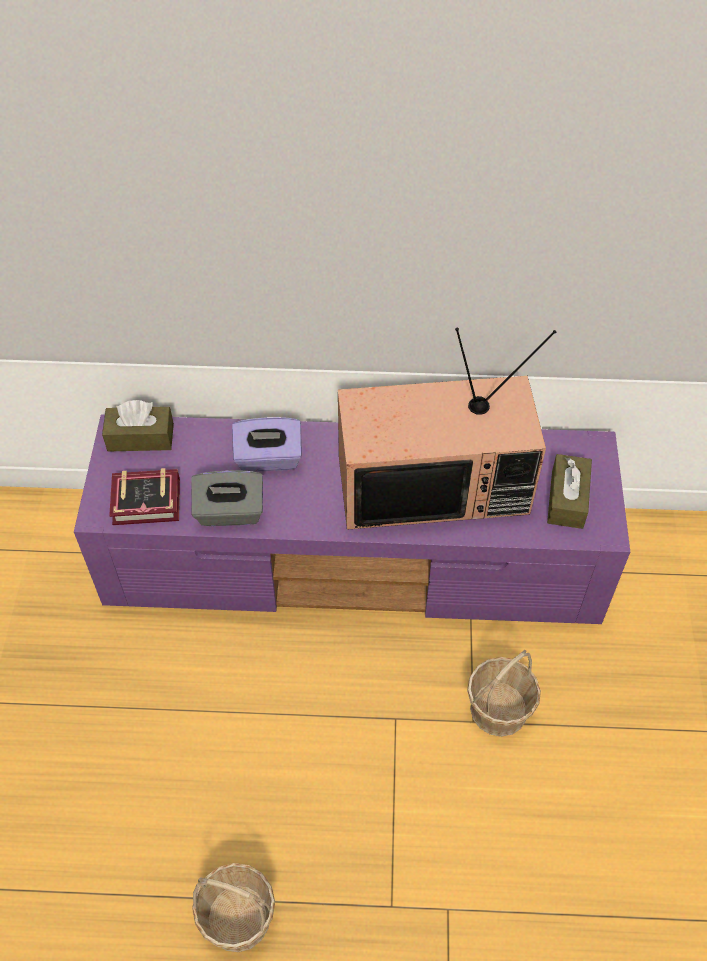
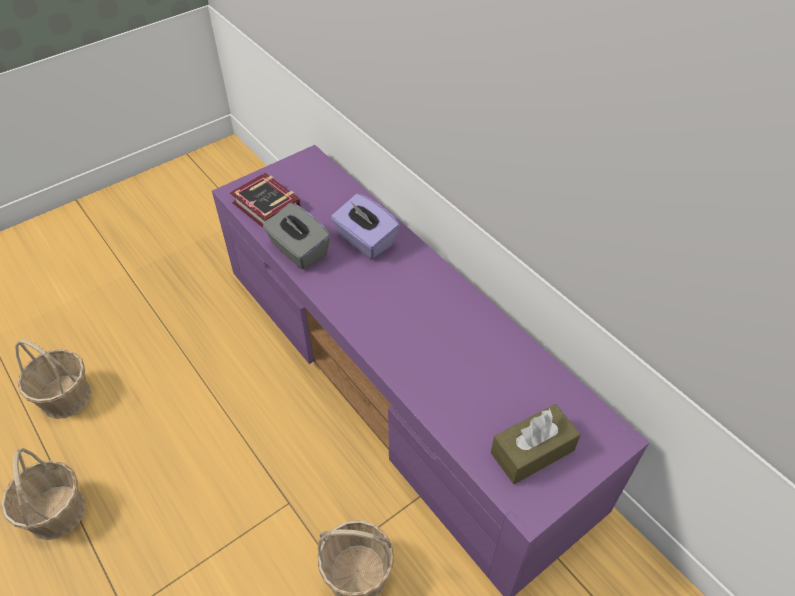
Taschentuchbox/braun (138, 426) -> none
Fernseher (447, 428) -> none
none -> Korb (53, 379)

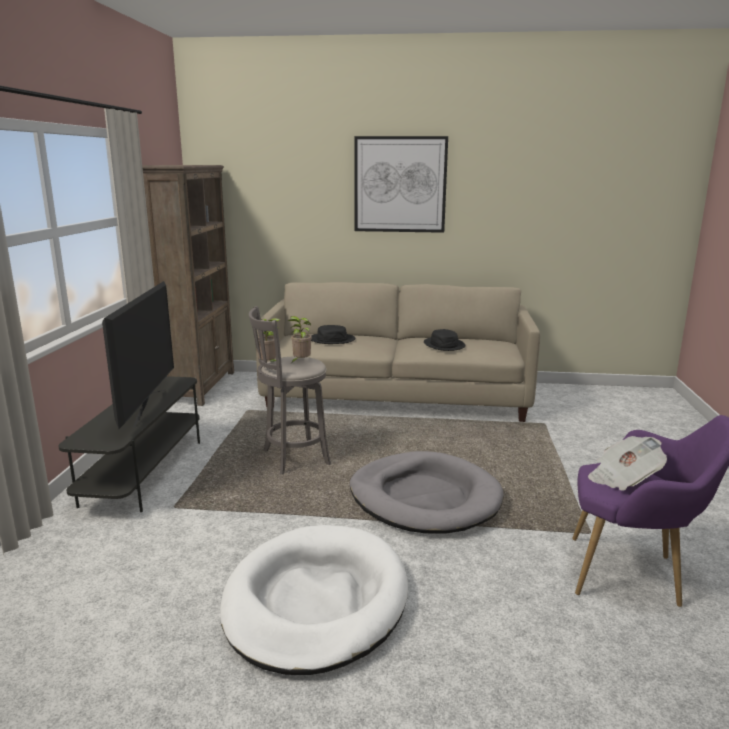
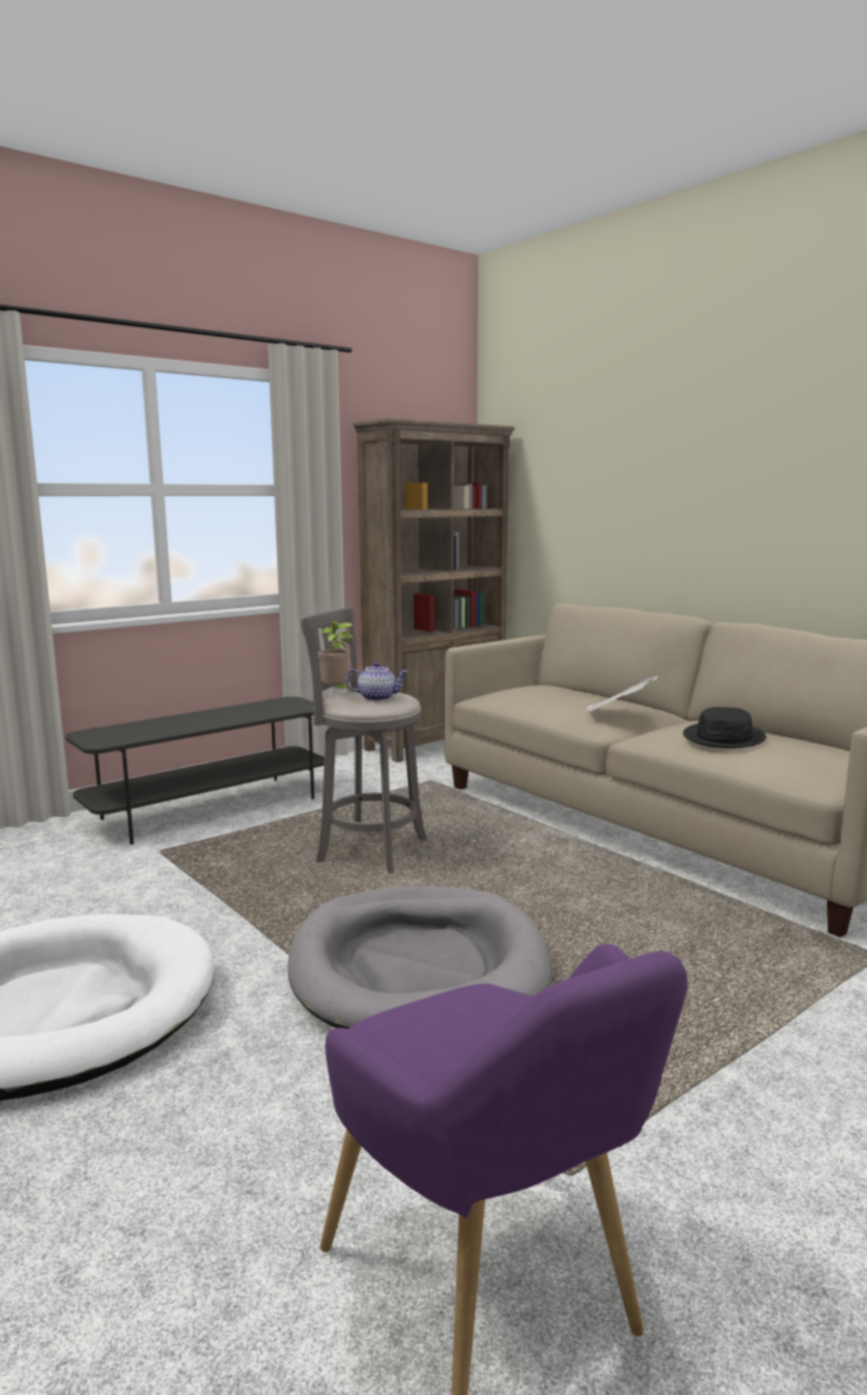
Fernseher (138, 355) -> none
Hut/schwarz (333, 334) -> none
Bild (401, 184) -> none
Zeitung (627, 463) -> Zeitung (622, 694), relocated
Topfpflanze (299, 339) -> Teekanne (376, 681)

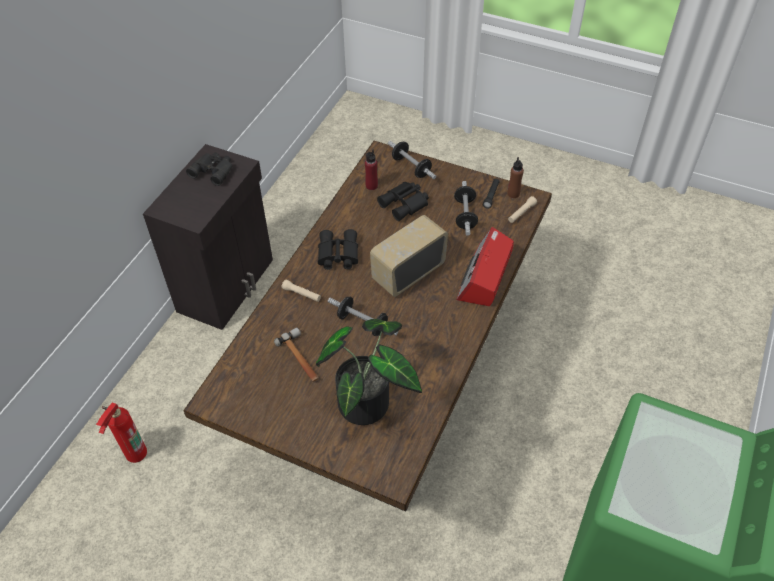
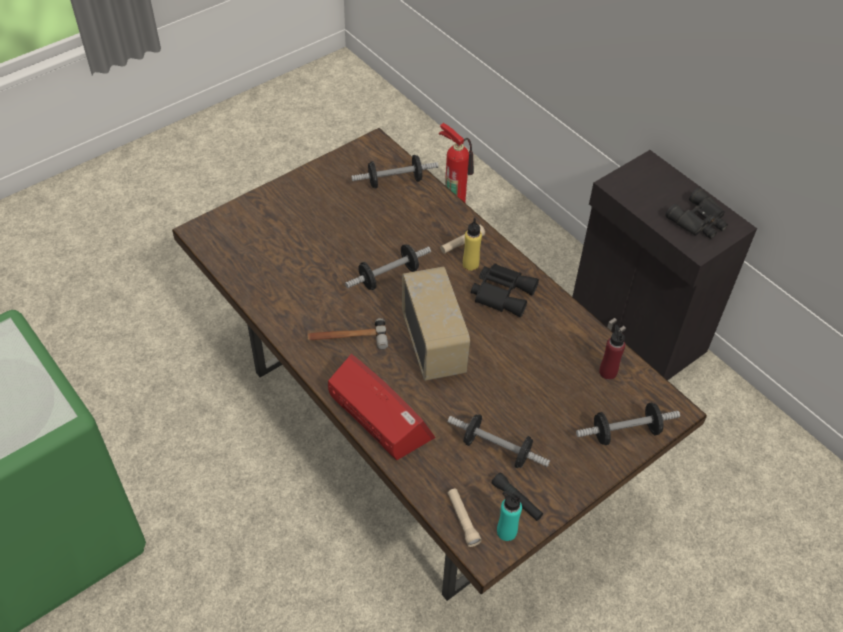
Topfpflanze (369, 372) -> none
Fernglas/schwarz (403, 201) -> none
none -> Hantel (394, 171)
none -> Flasche/gelb (472, 244)
Hammer (296, 355) -> Hammer (347, 333), relocated
Flasche/braun (516, 177) -> Flasche/türkis (509, 516)

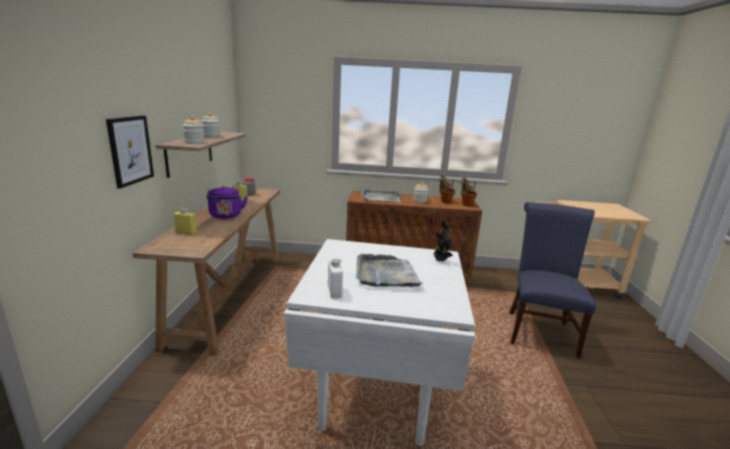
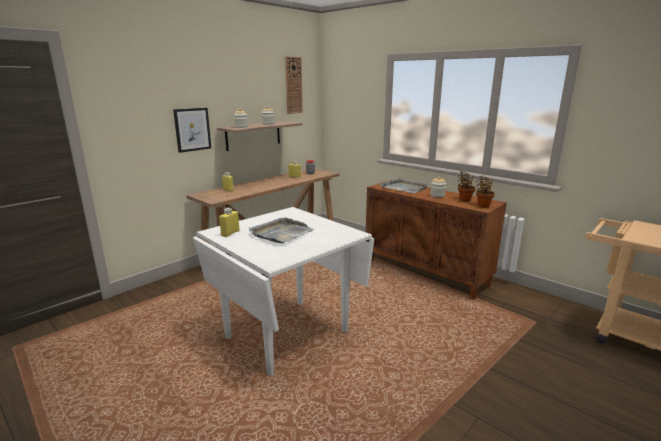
Wasserkessel/lila (227, 202) -> none
Topfpflanze (443, 238) -> none
Stuhl/blau (552, 280) -> none
none -> Wanduhr (294, 85)
Flasche/weiß (335, 278) -> Flasche/gelb (229, 222)

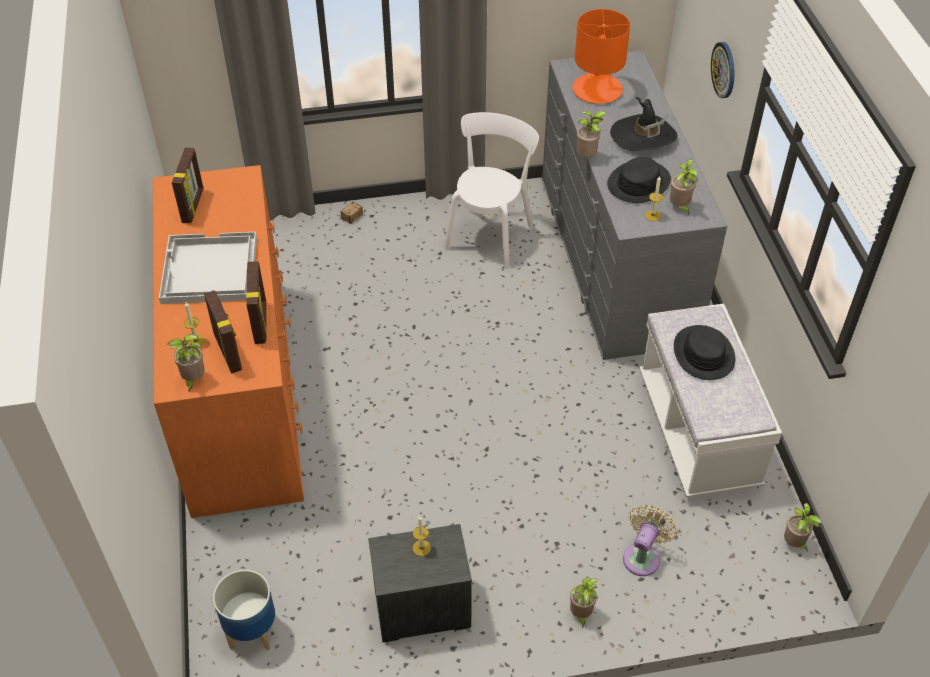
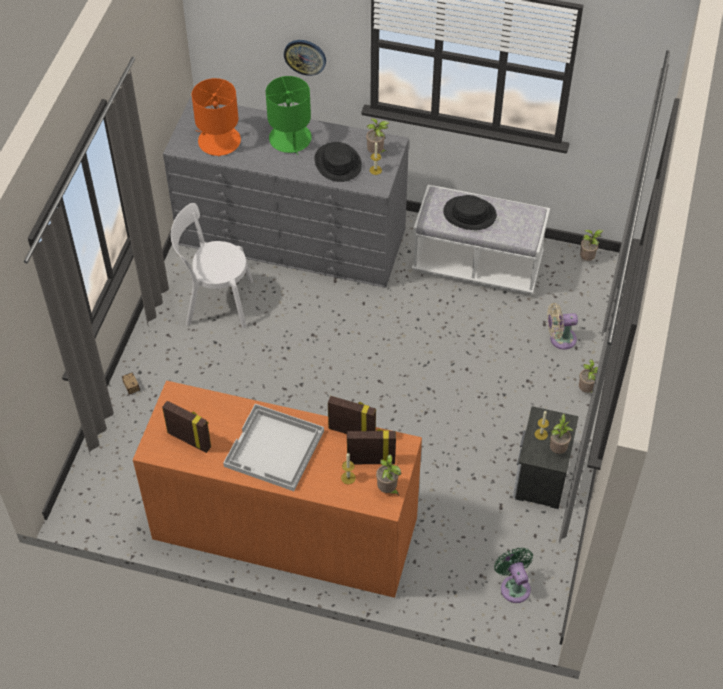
Topfpflanze (591, 134) -> Topfpflanze (561, 433), relocated
Pflanzkübel (244, 610) -> Ventilator/grün (513, 575)
Hut/schwarz (643, 124) -> Tischlampe/grün (289, 115)
Stuhl/weiß (491, 190) -> Stuhl/weiß (212, 265), 45 degrees counterclockwise
Ventilator/beige (650, 540) -> Ventilator/beige (562, 326), 60 degrees counterclockwise

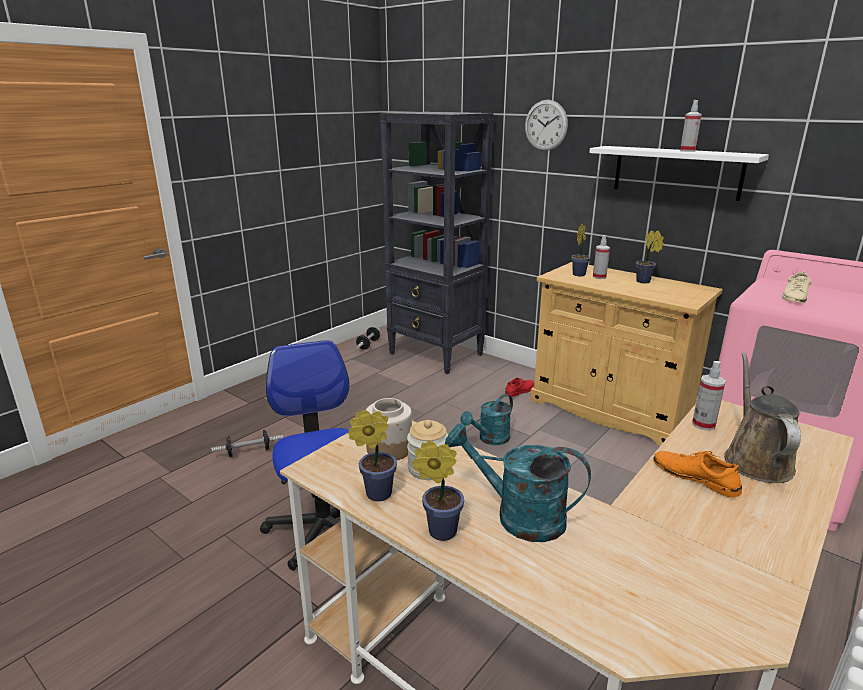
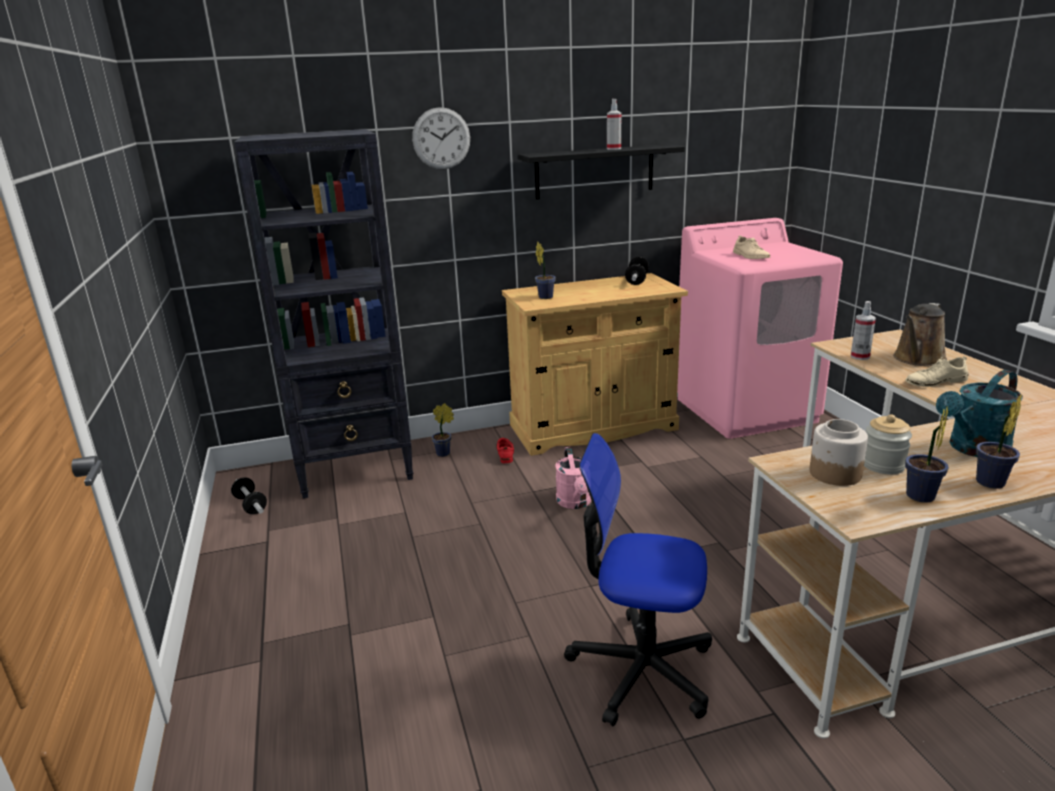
Sprühflasche (601, 257) -> none
Hantel (247, 443) -> Hantel (637, 271), relocated
Topfpflanze (650, 256) -> Topfpflanze (443, 430), relocated
Gießkanne/türkis (487, 419) -> Gießkanne/rosa (573, 478)
Wandregal/weiß (679, 173) -> Wandregal/schwarz (601, 171)
Schuh/orange (697, 474) -> Schuh/beige (936, 371)
Gießkanne/braun (762, 417) -> Gießkanne/braun (920, 334), 90 degrees counterclockwise

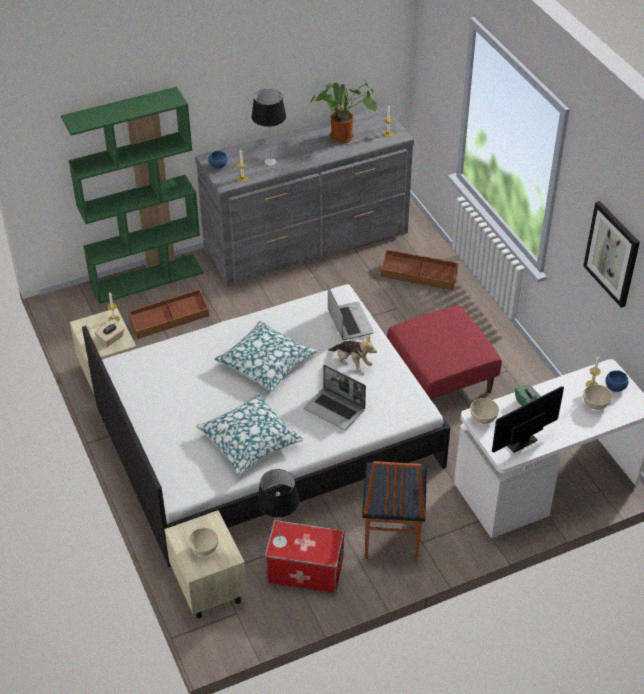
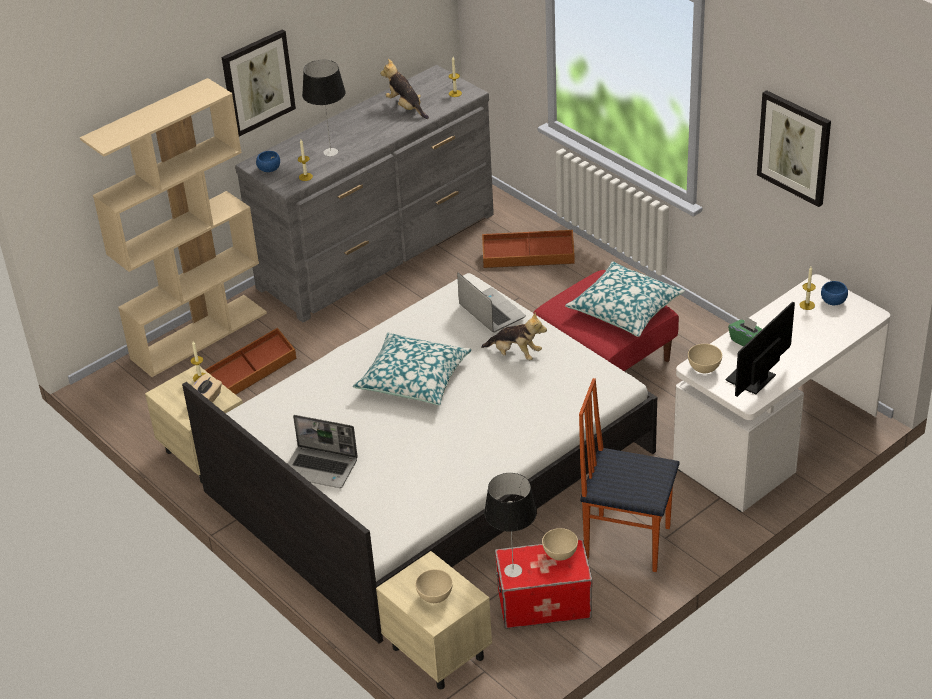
none -> Bild (259, 82)
Kissen (249, 434) -> Kissen (625, 299), relocated
Laptop (335, 397) -> Laptop (323, 451), relocated
Schüssel/beige (597, 397) -> Schüssel/beige (560, 544), relocated
Topfpflanze (344, 112) -> Plüschtier (404, 89)
Bücherregal/grün (132, 195) -> Bücherregal/beige (173, 227)
Stuhl (394, 511) -> Stuhl (629, 475), 120 degrees clockwise

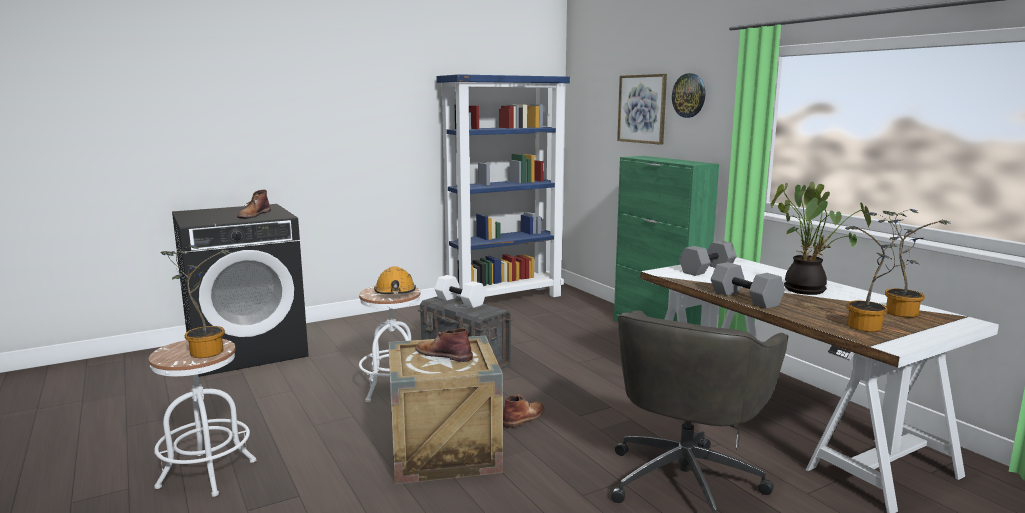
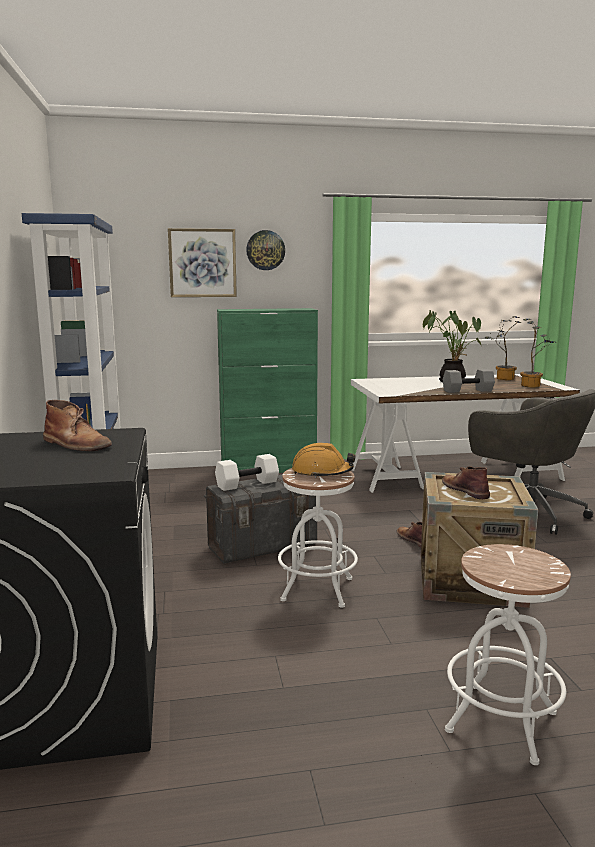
Topfpflanze (195, 301) -> none
Hantel/grau (708, 258) -> none
Stiefel/braun (444, 345) -> Stiefel/braun (466, 482), 105 degrees clockwise

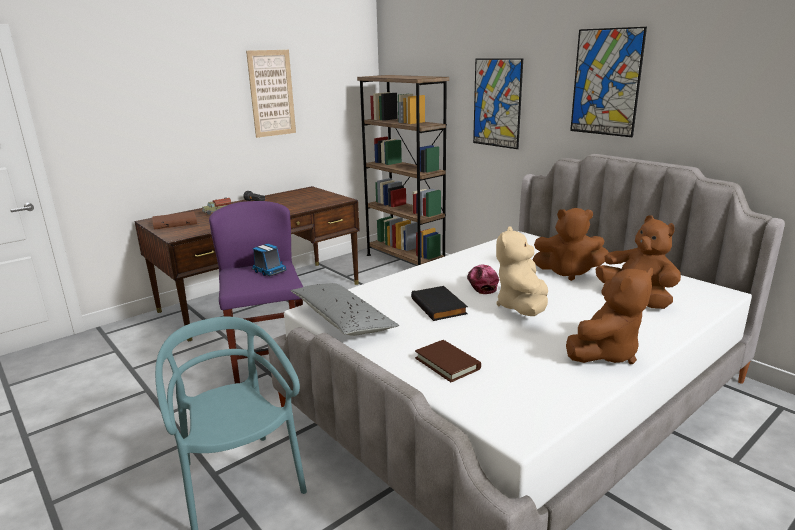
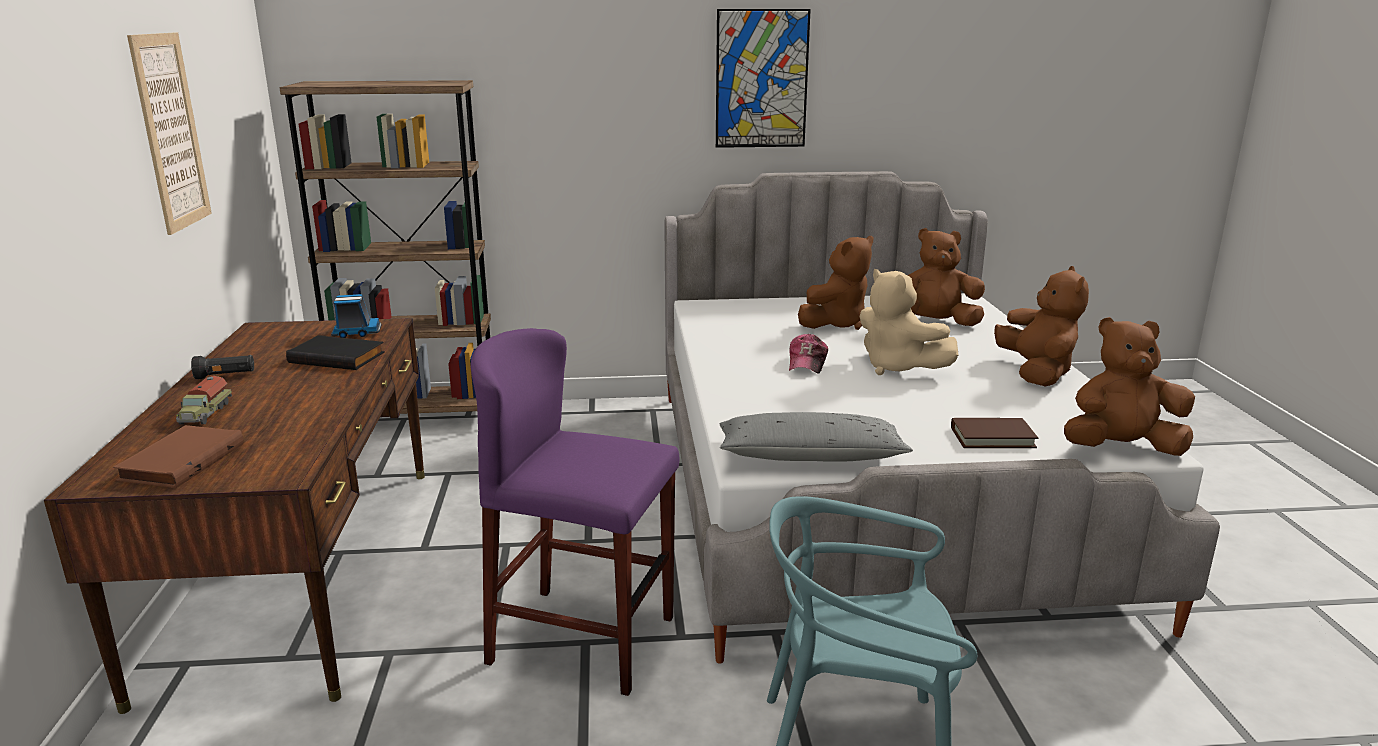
Bild (498, 103) -> none
none -> Plüschtier/braun (1129, 386)
Spielzeuglaster (269, 260) -> Spielzeuglaster (356, 316), relocated
Buch/schwarz (439, 303) -> Buch/schwarz (335, 352), relocated
Kappe (483, 279) -> Kappe (808, 354), 105 degrees counterclockwise

